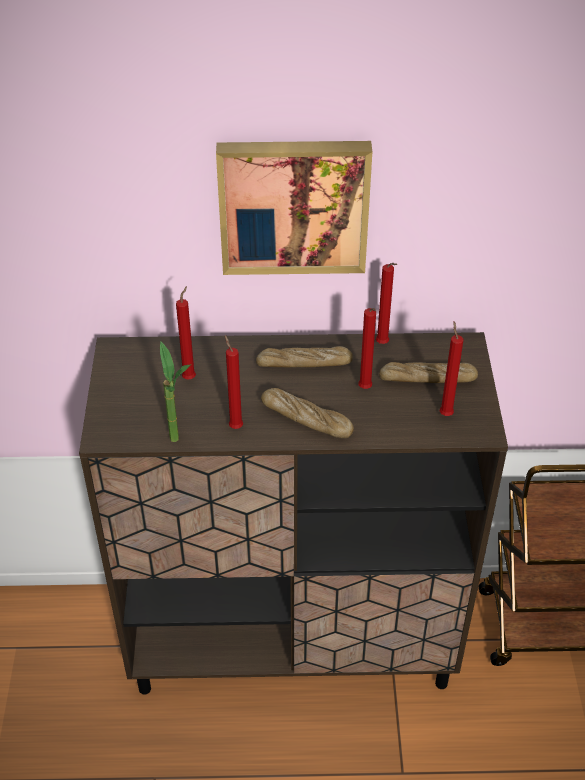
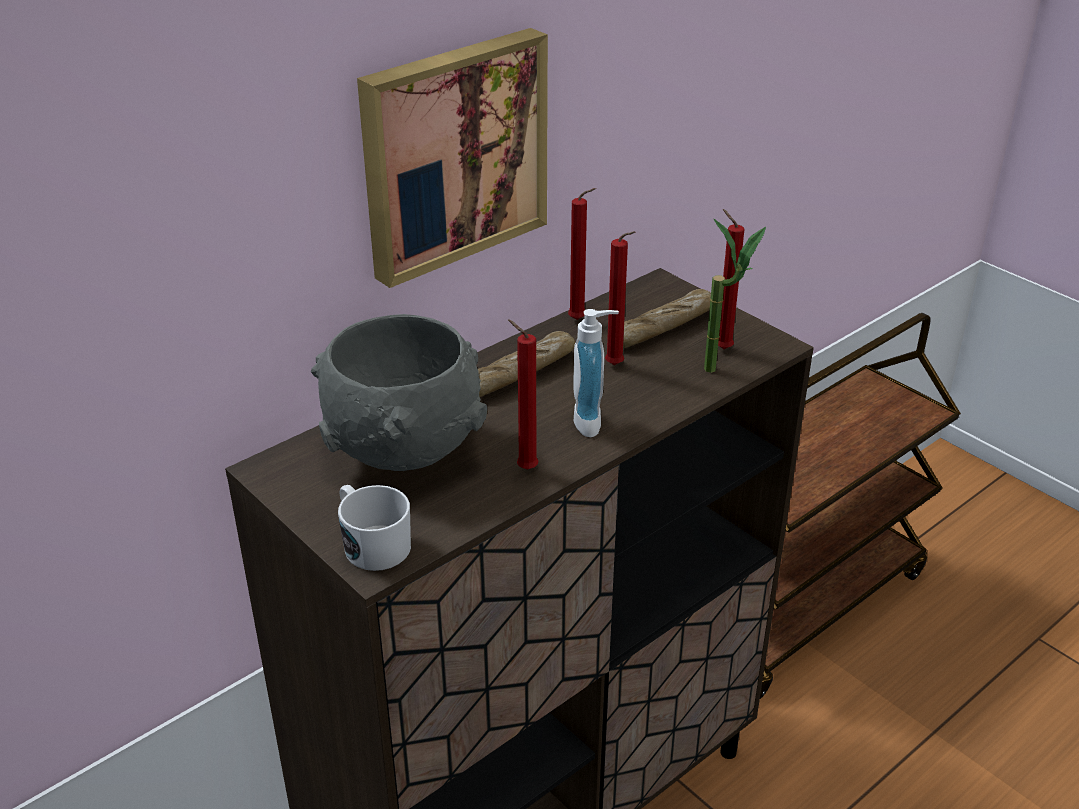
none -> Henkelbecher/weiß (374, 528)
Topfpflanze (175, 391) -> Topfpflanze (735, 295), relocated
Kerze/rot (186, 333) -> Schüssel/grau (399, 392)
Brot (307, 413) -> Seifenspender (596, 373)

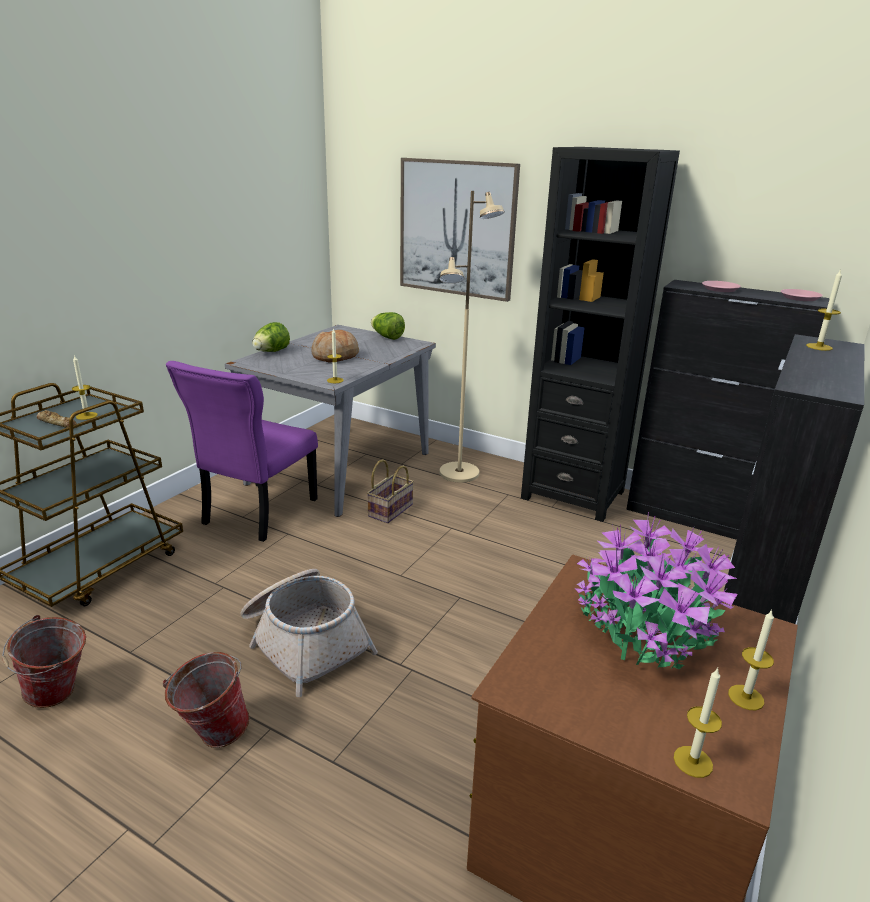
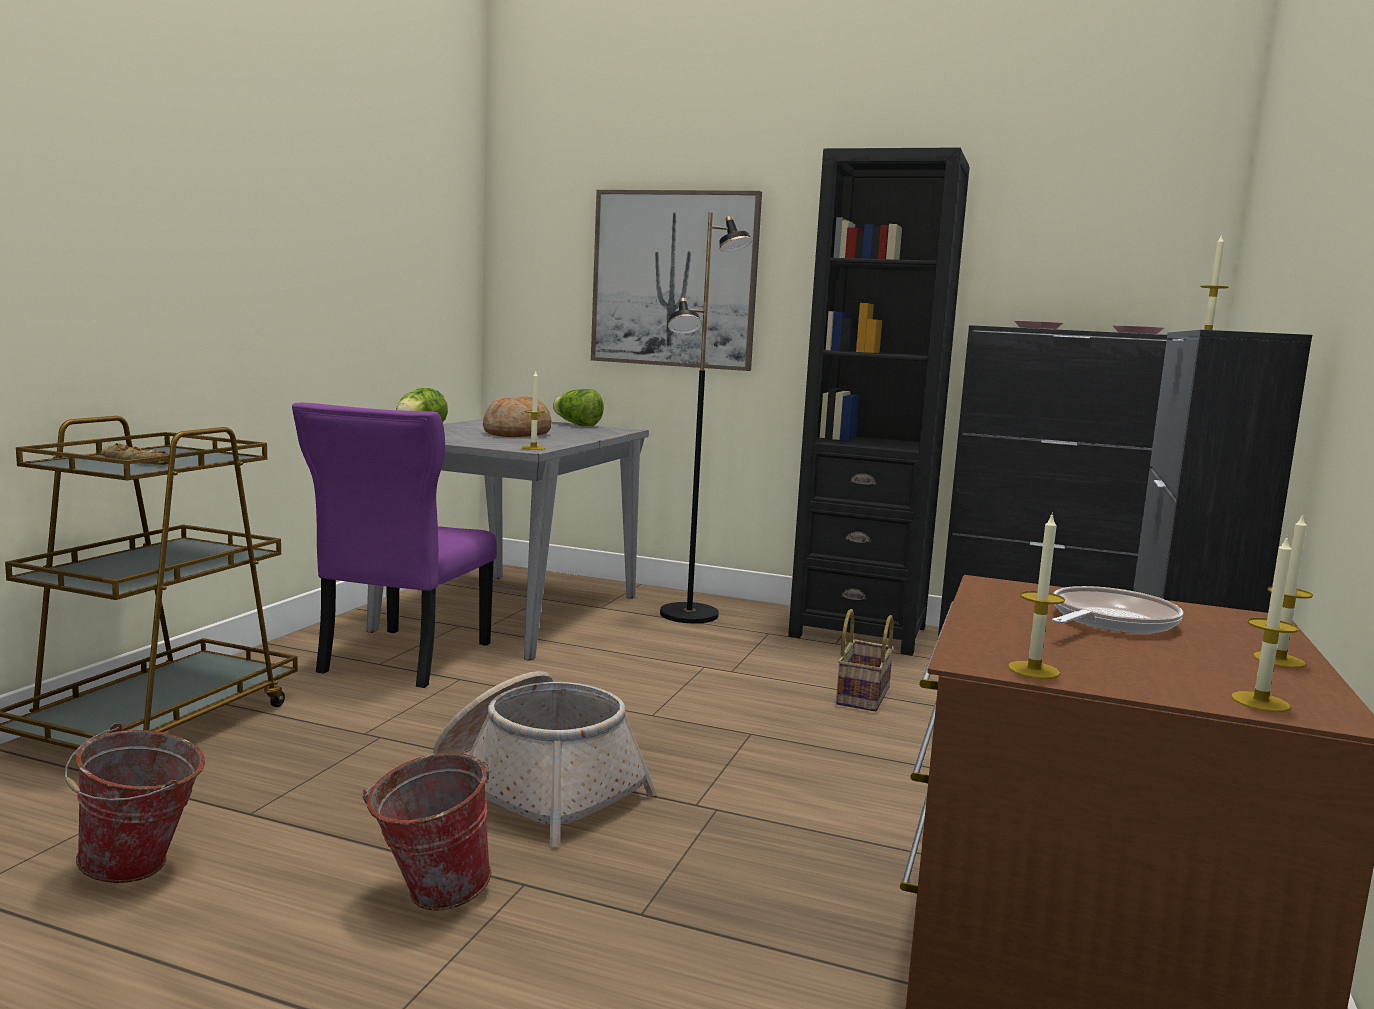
Kerze (84, 387) -> Kerze (1036, 595), relocated
Korb (390, 491) -> Korb (865, 660), relocated
Topfpflanze (656, 590) -> Pfanne (1117, 609)
Stehlampe/beige (472, 337) -> Stehlampe/schwarz (706, 417)

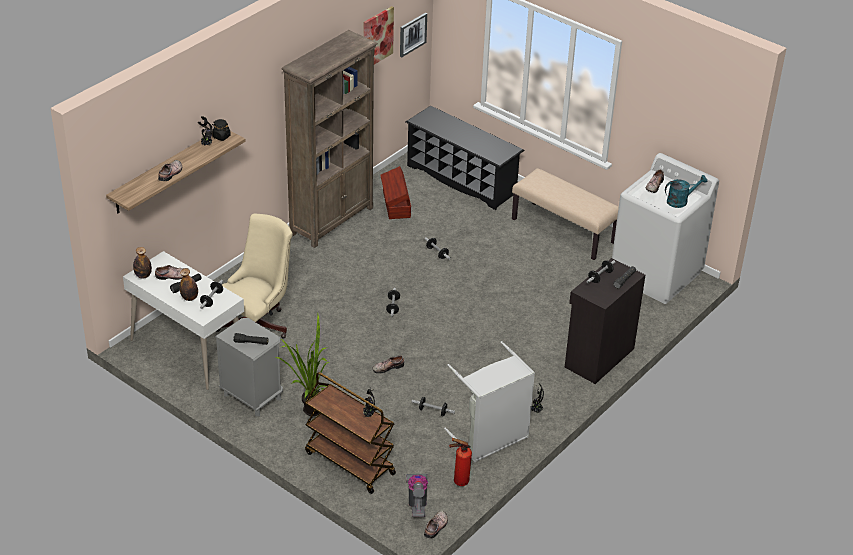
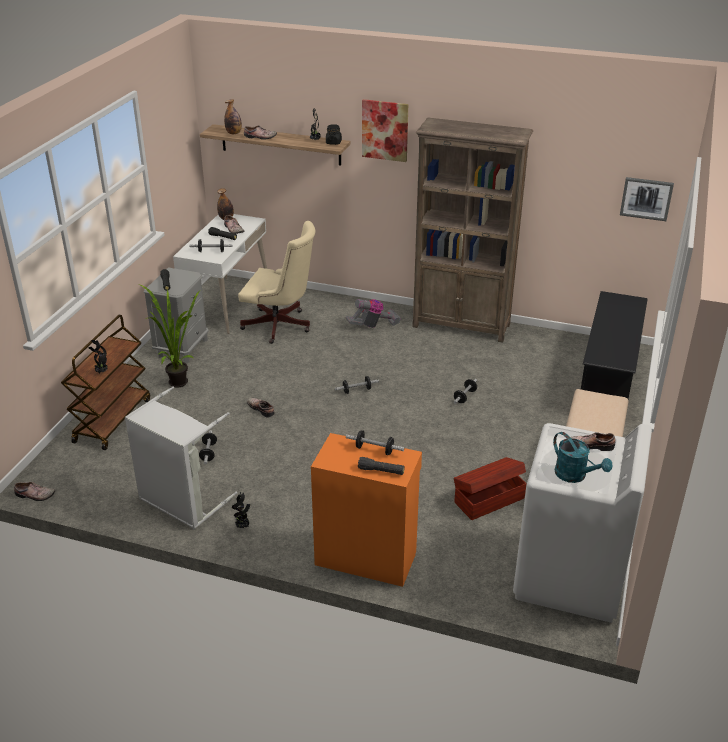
Feuerlöscher (460, 462) -> none
Flasche (188, 284) -> Flasche (233, 116), relocated
Bild (379, 35) -> Bild (385, 130), relocated
Aufbewahrungsbox/braun (395, 192) -> Aufbewahrungsbox/braun (490, 488), relocated
Staubsauger (417, 495) -> Staubsauger (373, 313), relocated
Schrank/schwarz (605, 321) -> Schrank/orange (366, 510)

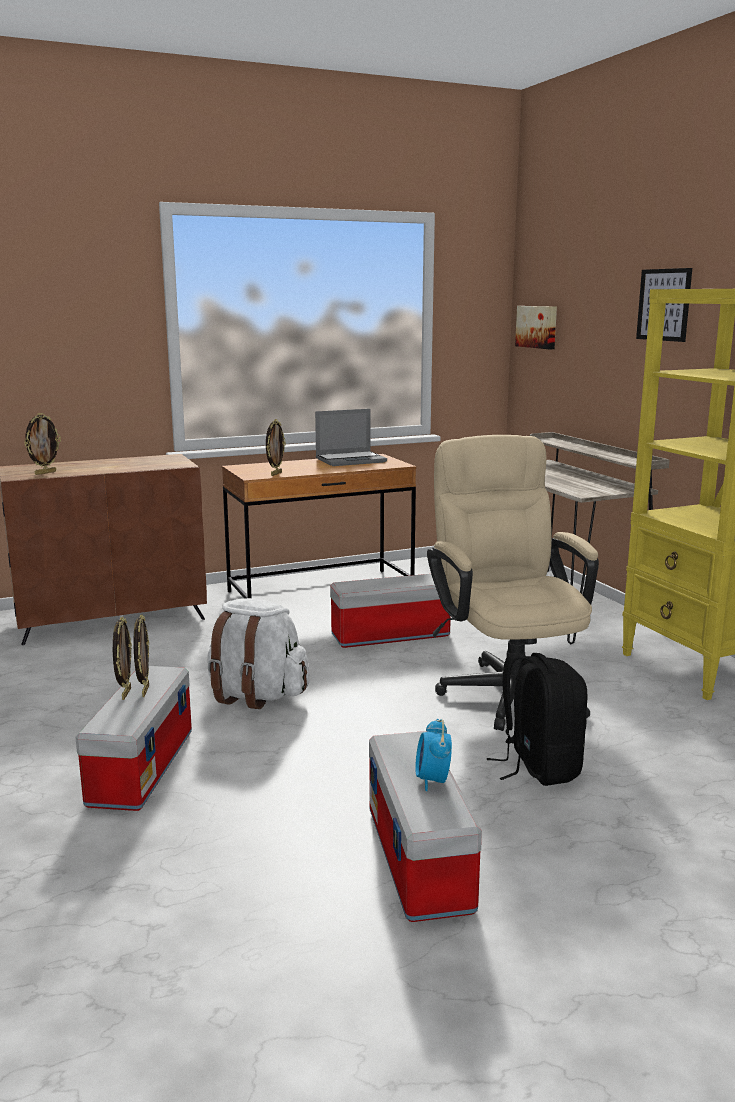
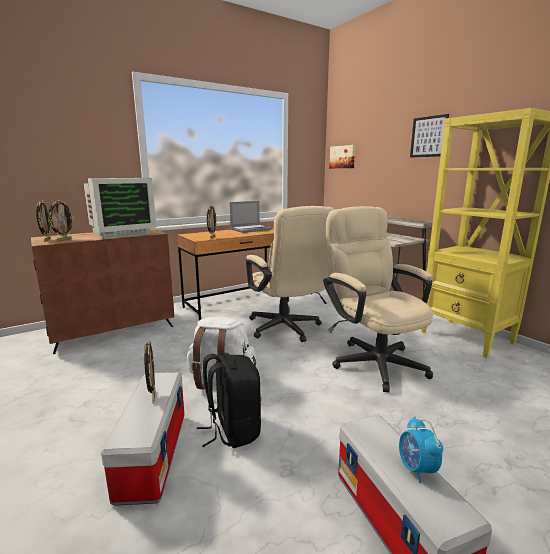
none -> Monitor (119, 208)
Bilderrahmen (122, 658) -> Bilderrahmen (43, 221), relocated
Rucksack/schwarz (537, 719) -> Rucksack/schwarz (229, 400), relocated
Aufbewahrungsbox (390, 611) -> Bürostuhl/beige (290, 274)

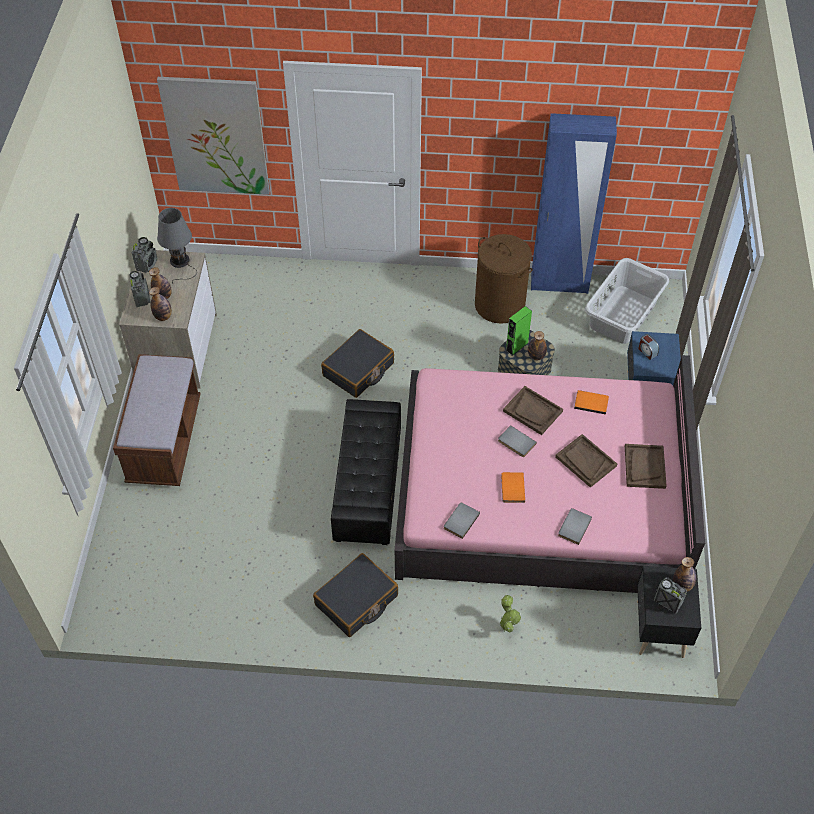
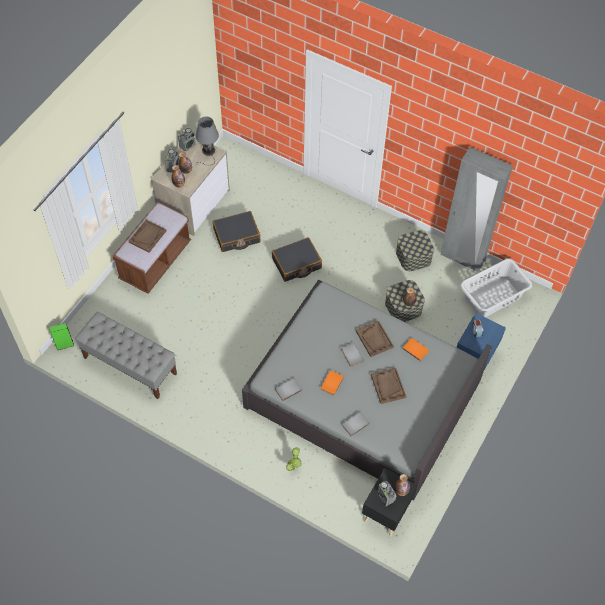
Bild (213, 136) -> none
Polsterhocker/schwarz (366, 472) -> none
none -> Bank/grau (126, 355)
Koffer/schwarz (355, 595) -> Koffer/schwarz (237, 231), relocated
Lautsprecher/grün (518, 331) -> Lautsprecher/grün (61, 336), relocated
Tablett/braun (646, 466) -> Tablett/braun (147, 236), relocated
Wäschekorb/braun (504, 279) -> Aufbewahrungsbox (415, 250)
Bett/rosa (549, 474) -> Bett/grau (367, 390)
Kleiderschrank/blau (574, 203) -> Kleiderschrank/grau (477, 210)

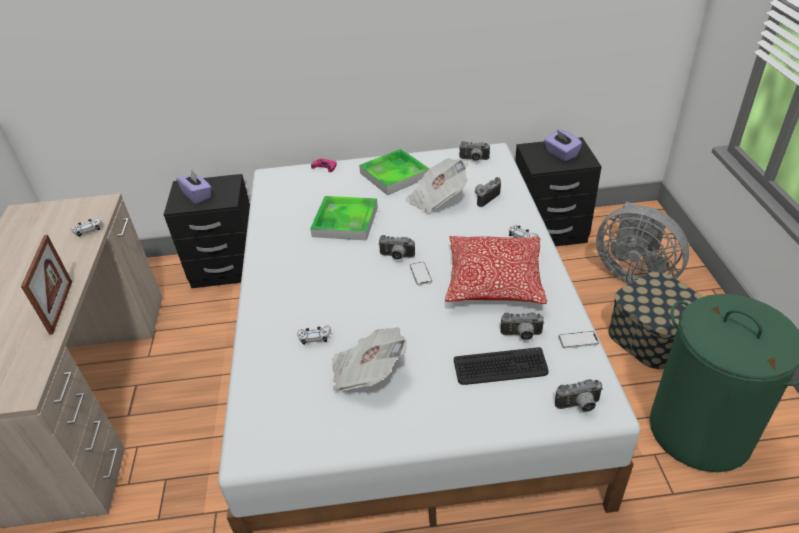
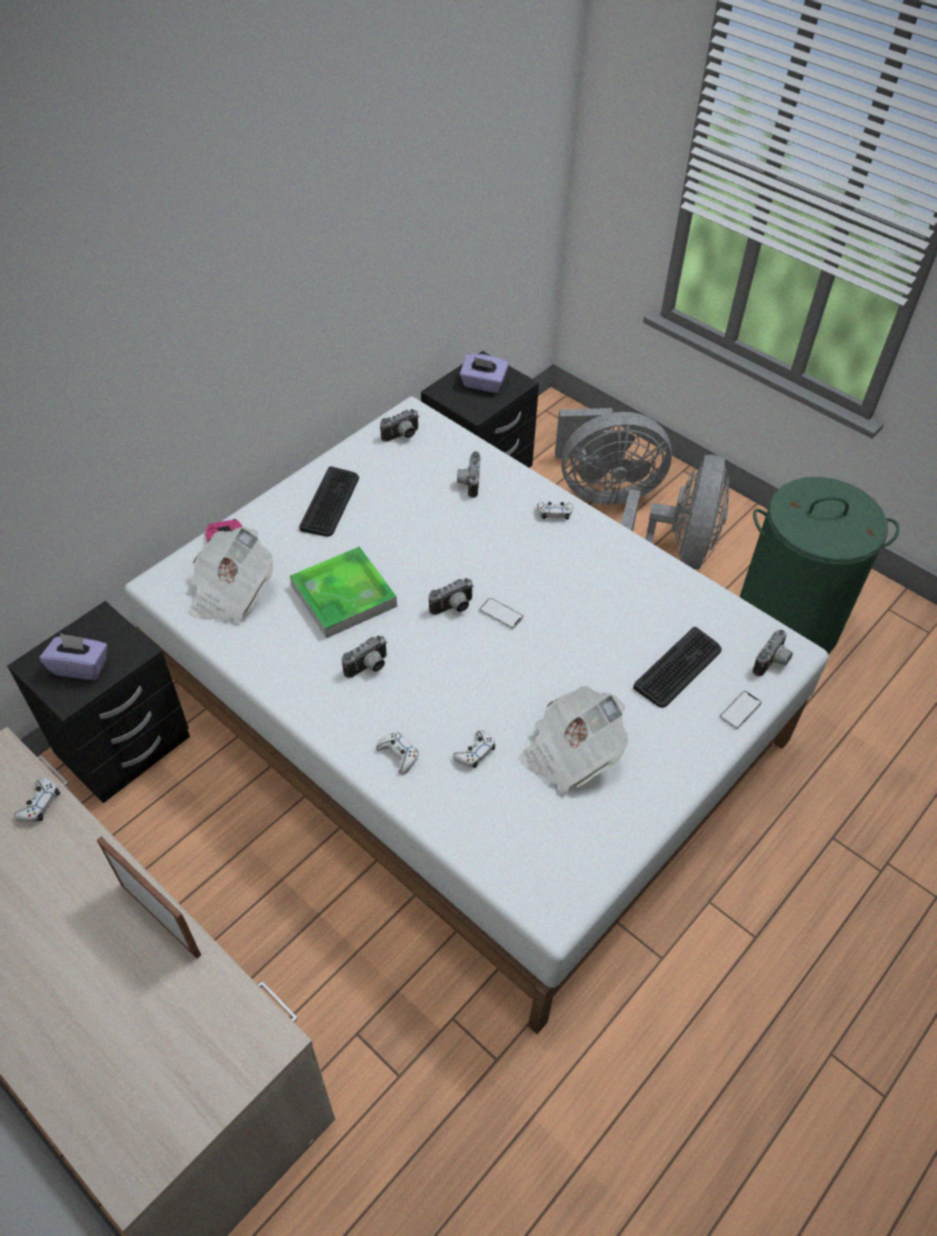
Kissen (496, 270) -> none
none -> Gamepad/weiß (397, 753)
Zeitung (437, 185) -> Zeitung (231, 574), relocated
Kamera (522, 326) -> Kamera (364, 656), relocated
Handy (578, 339) -> Handy (741, 710), relocated
Tablett (394, 171) -> Tastatur (329, 501)
Aufbewahrungsbox (655, 320) -> Ventilator/grau (675, 512)

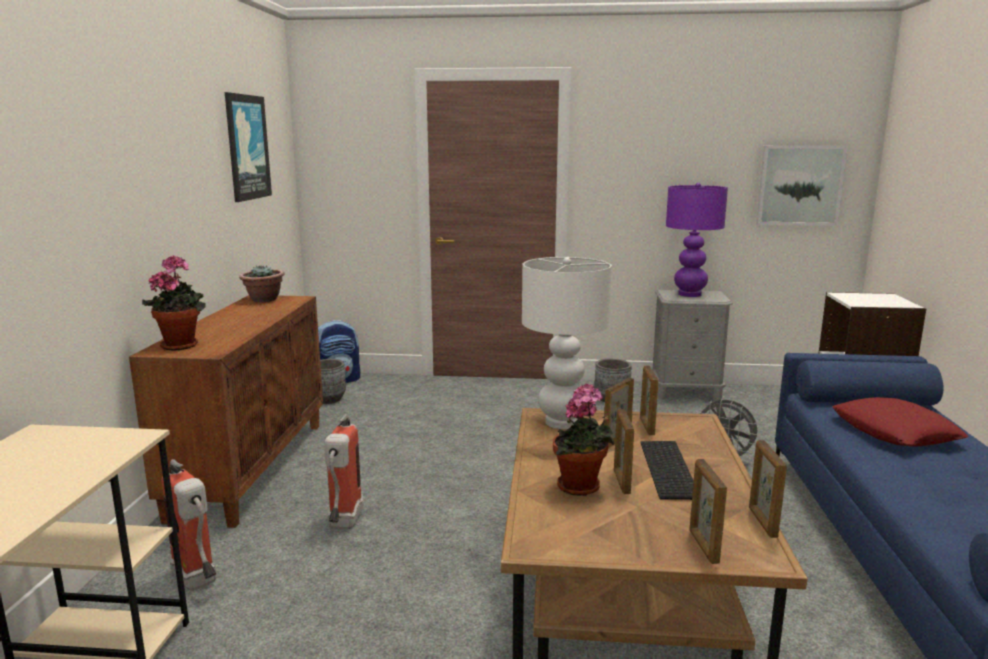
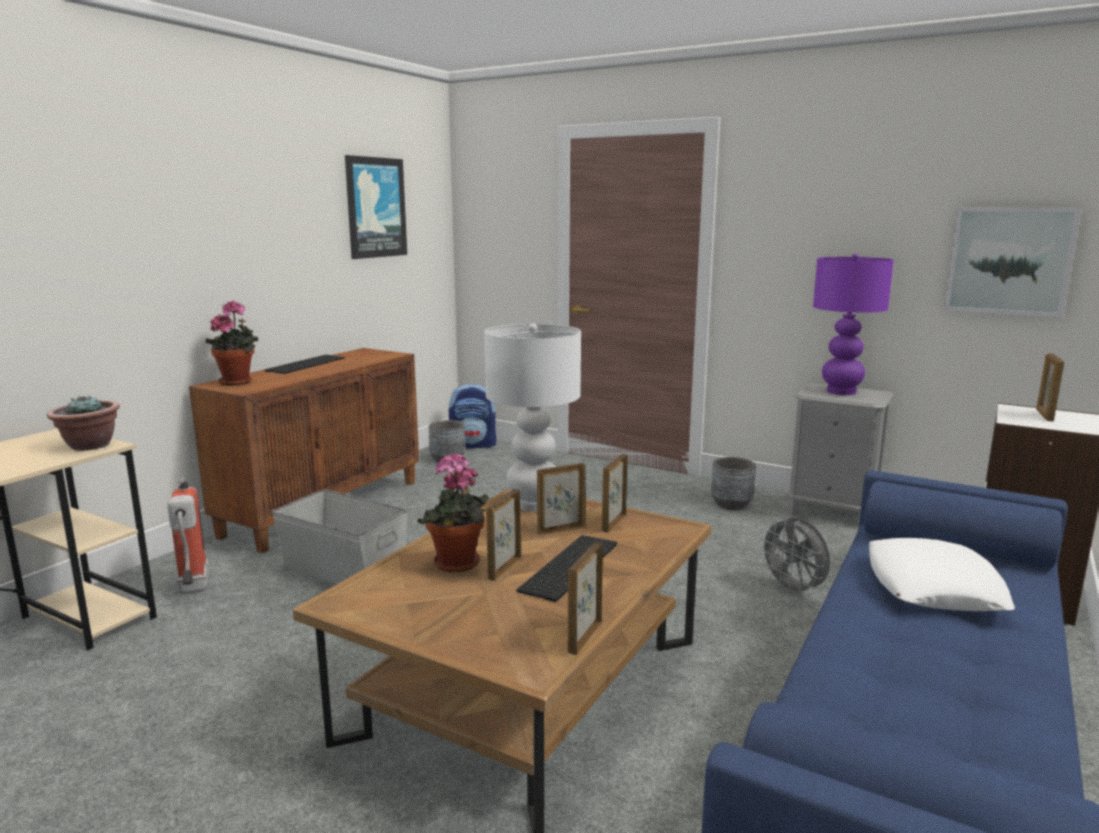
none -> Tastatur (305, 364)
Topfpflanze (261, 283) -> Topfpflanze (83, 423), relocated
Bilderrahmen (708, 511) -> Bilderrahmen (1050, 387), relocated
Feuerlöscher (344, 472) -> Aufbewahrungsbox/grau (340, 537)
Kissen/rot (900, 421) -> Kissen/weiß (942, 574)

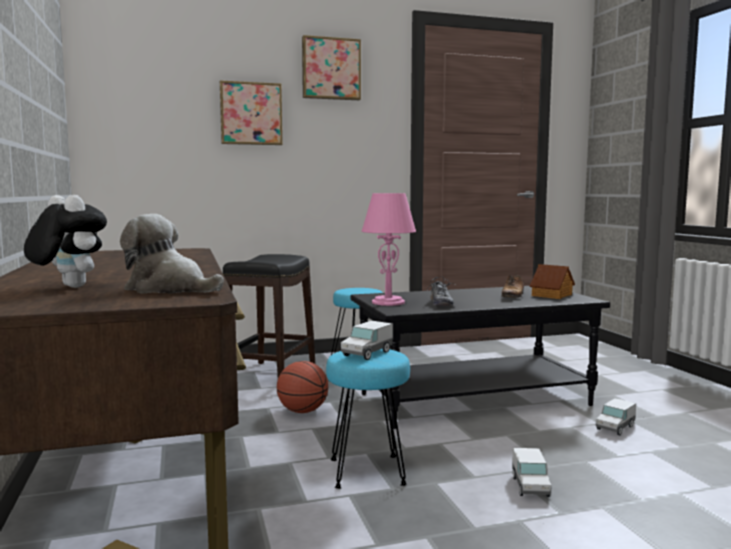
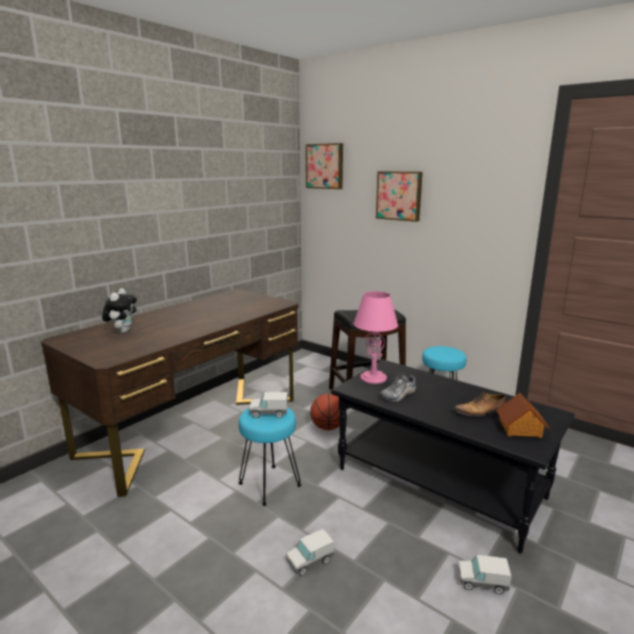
Plüschtier (172, 254) -> none
Bild (331, 67) -> Bild (324, 166), relocated

